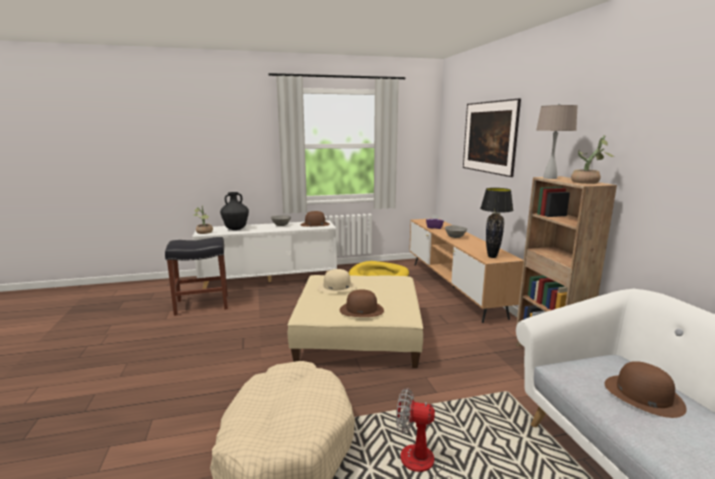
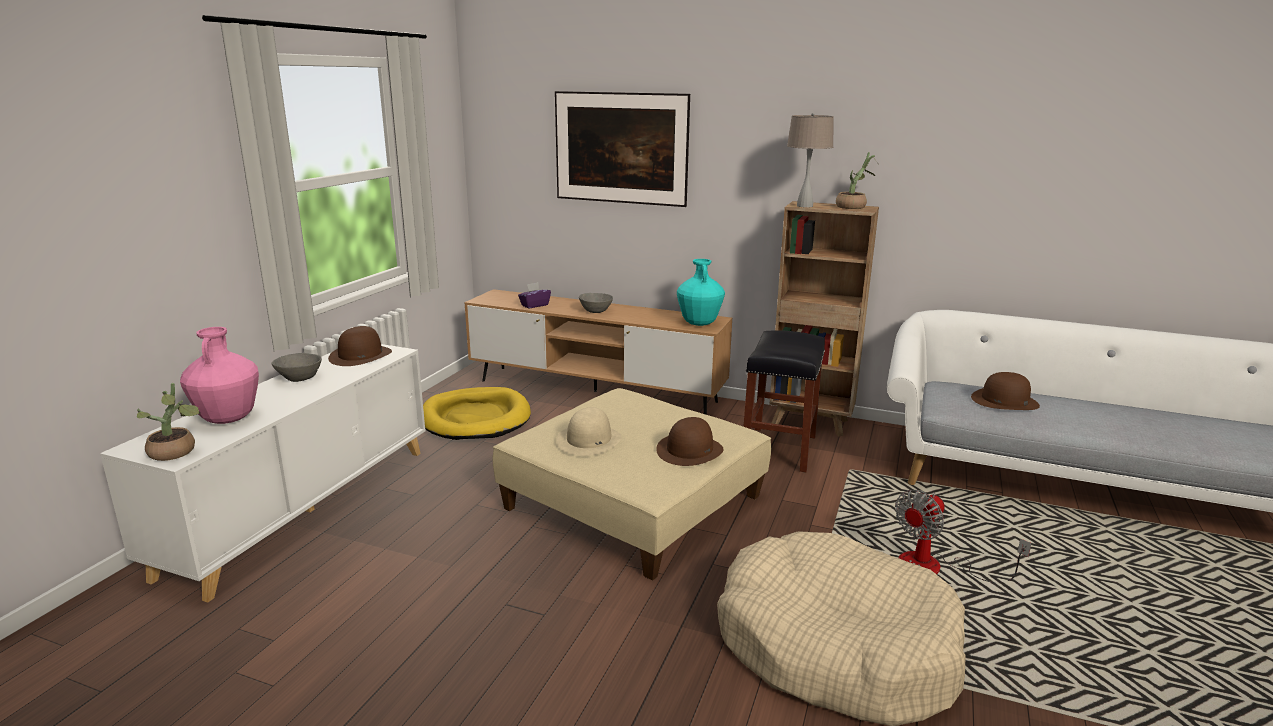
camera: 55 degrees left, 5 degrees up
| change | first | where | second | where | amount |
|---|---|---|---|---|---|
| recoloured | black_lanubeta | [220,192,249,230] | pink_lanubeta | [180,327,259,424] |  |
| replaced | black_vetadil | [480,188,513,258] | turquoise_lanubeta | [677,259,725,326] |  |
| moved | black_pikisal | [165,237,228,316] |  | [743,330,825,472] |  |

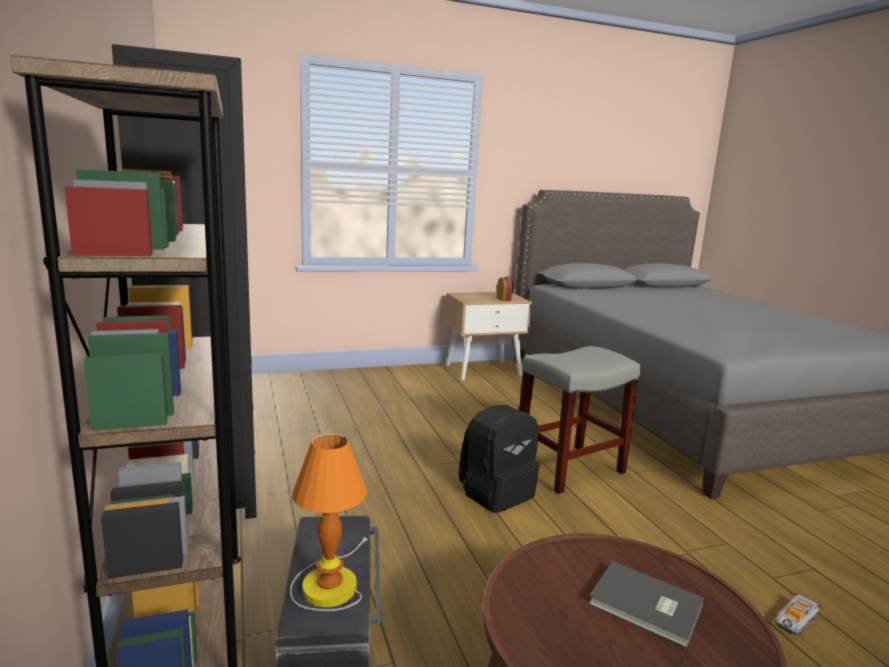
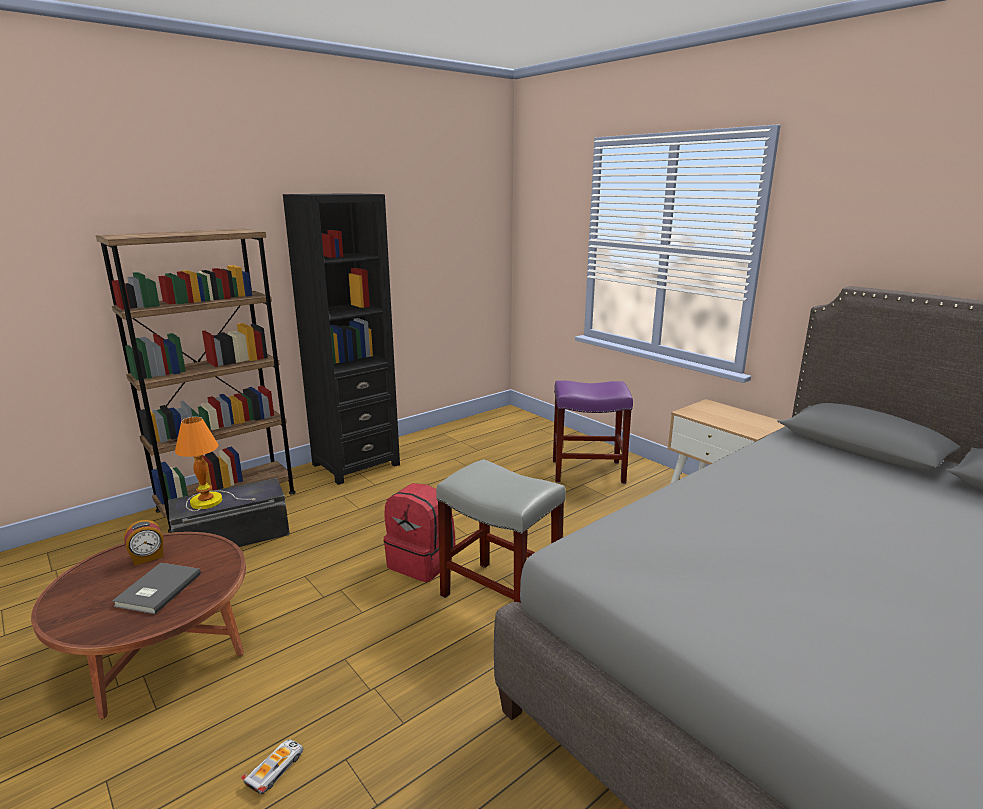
camera: 70 degrees right, 5 degrees up
| change | first | where | second | where | amount |
|---|---|---|---|---|---|
| moved | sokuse | [497,276,514,301] |  | [124,520,163,566] |  |
| turned | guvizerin | [775,592,824,636] |  | [241,739,303,794] | 90 degrees clockwise |
| recoloured | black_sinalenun | [459,405,540,513] | red_sinalenun | [384,483,455,582] |  |
| added |  |  | purple_pikisal | [553,381,633,484] |  |

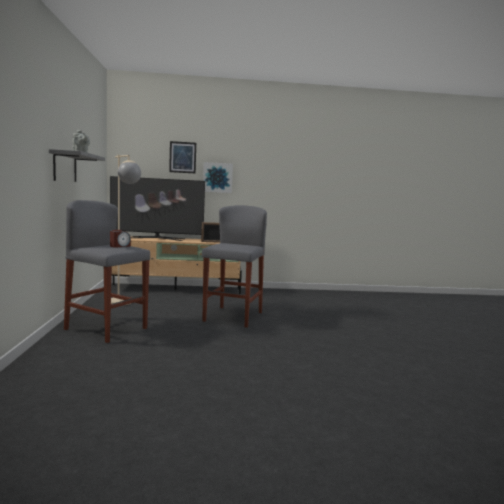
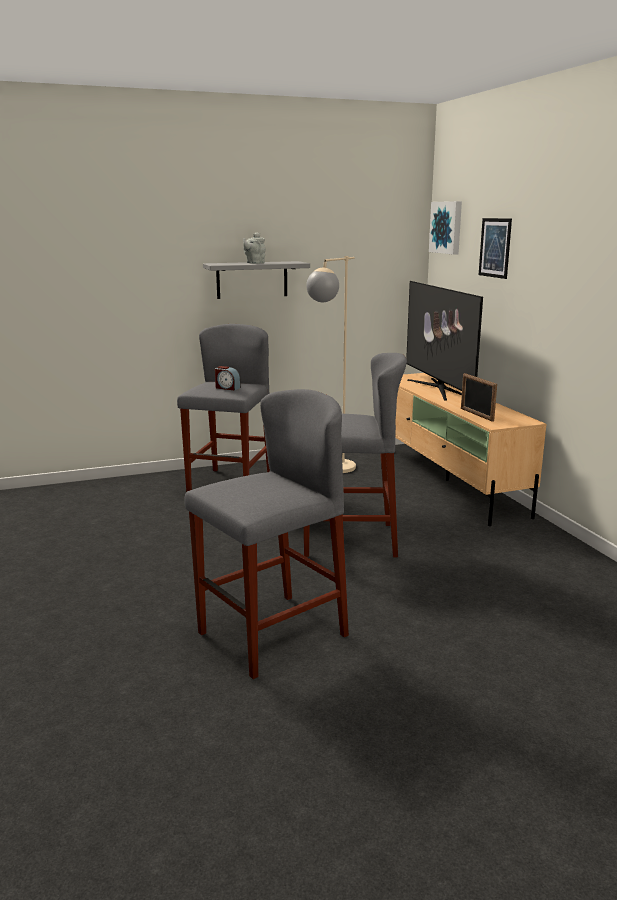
camera: 75 degrees right, 10 degrees up
| change | first | where | second | where | amount |
|---|---|---|---|---|---|
| added |  |  | grey_pikisal | [185,389,349,679] |  |
| moved | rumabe | [203,162,233,193] |  | [429,201,462,255] |  |

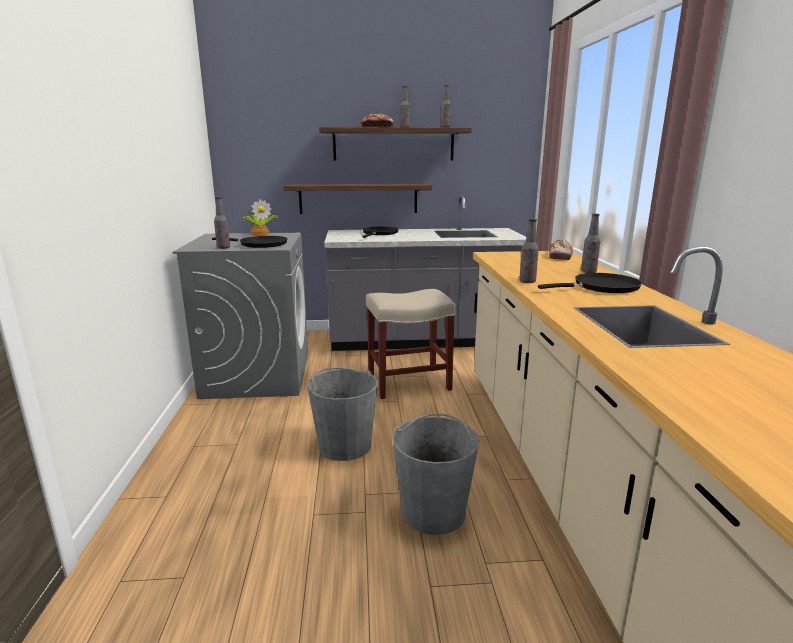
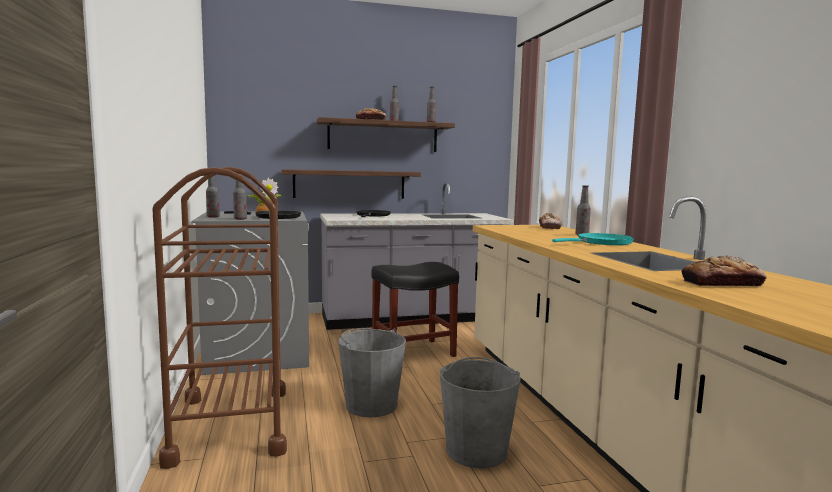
camera: 10 degrees left, 10 degrees down
| change | first | where | second | where | amount |
|---|---|---|---|---|---|
| added |  |  | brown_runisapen | [152,167,287,469] |  |
| moved | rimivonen | [519,219,539,283] |  | [206,176,220,217] |  |
| recoloured | beige_pikisal | [366,289,456,399] | black_pikisal | [371,262,459,357] |  |
| recoloured | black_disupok | [538,273,642,293] | turquoise_disupok | [552,233,634,245] |  |
| added |  |  | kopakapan | [681,255,767,286] |  |

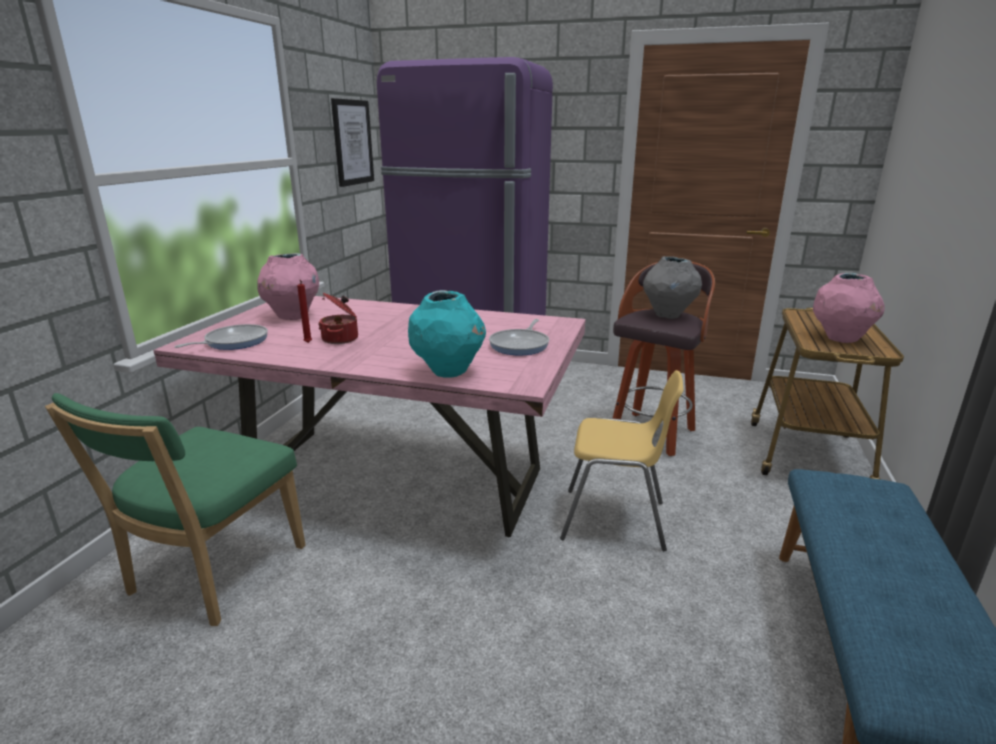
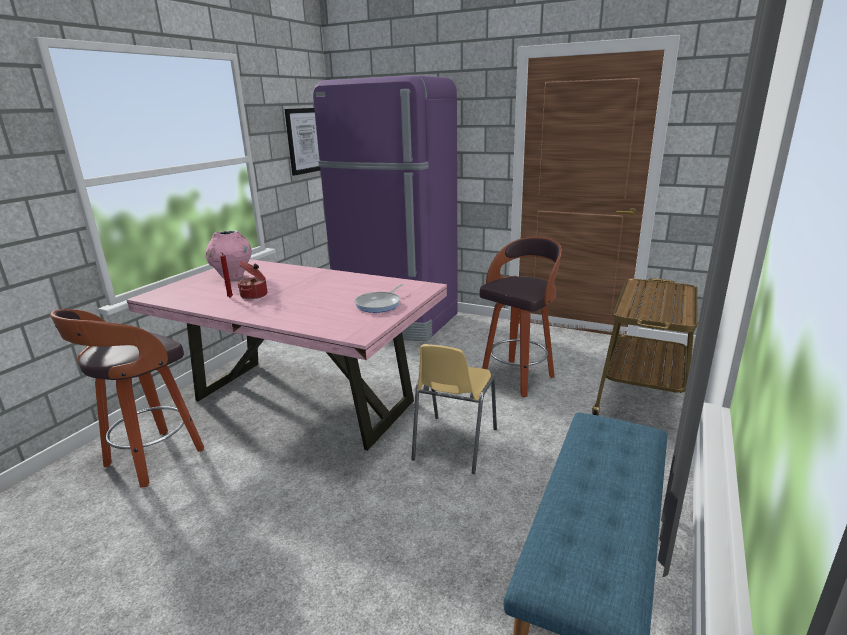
camera: 10 degrees right, 0 degrees up
| change | first | where | second | where | amount |
|---|---|---|---|---|---|
| replaced | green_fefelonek | [45,393,306,626] | pikisal | [50,309,204,488] |  |
| turned | yellow_fefelonek | [560,370,683,551] |  | [411,344,497,474] | 90 degrees clockwise |
| removed | disupok | [174,324,268,350] |  |  |  |
| removed | turquoise_lanubeta | [408,290,486,378] |  |  |  |
| removed | grey_lanubeta | [643,256,702,319] |  |  |  |
| removed | pink_lanubeta | [813,273,884,343] |  |  |  |

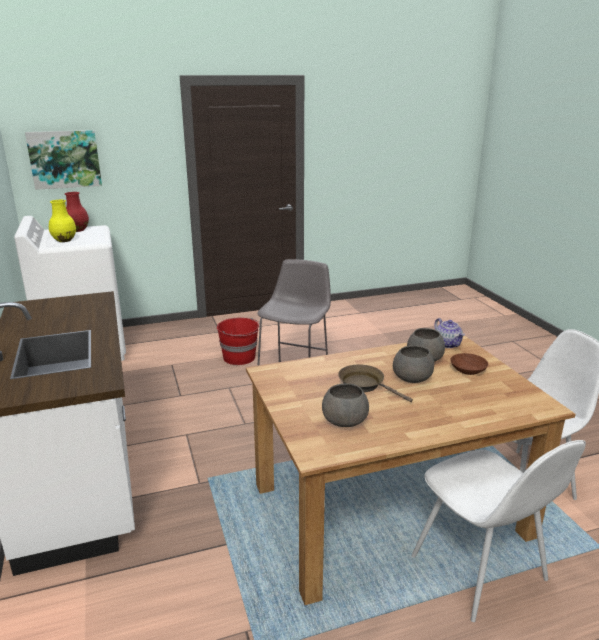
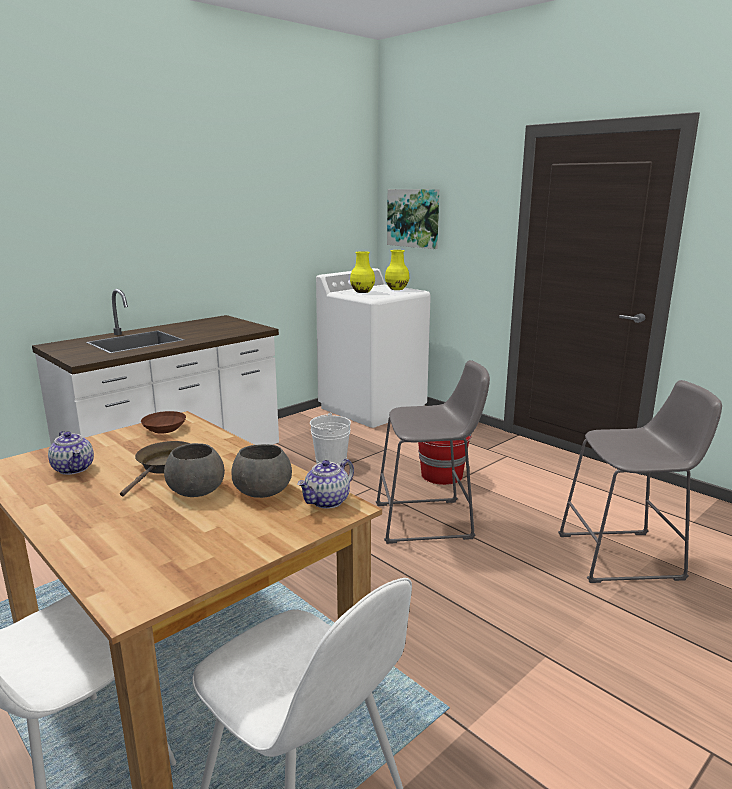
camera: 65 degrees right, 5 degrees down
| change | first | where | second | where | amount |
|---|---|---|---|---|---|
| replaced | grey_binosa | [322,383,369,427] | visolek | [48,431,94,475] |  |
| moved | brown_binosa | [450,353,488,375] |  | [141,411,186,433] |  |
| added |  |  | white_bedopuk | [310,412,351,465] |  |
| recoloured | red_lanubeta | [65,192,89,232] | yellow_lanubeta | [385,250,409,290] |  |
| added |  |  | grey_pikisal | [558,380,722,583] |  |

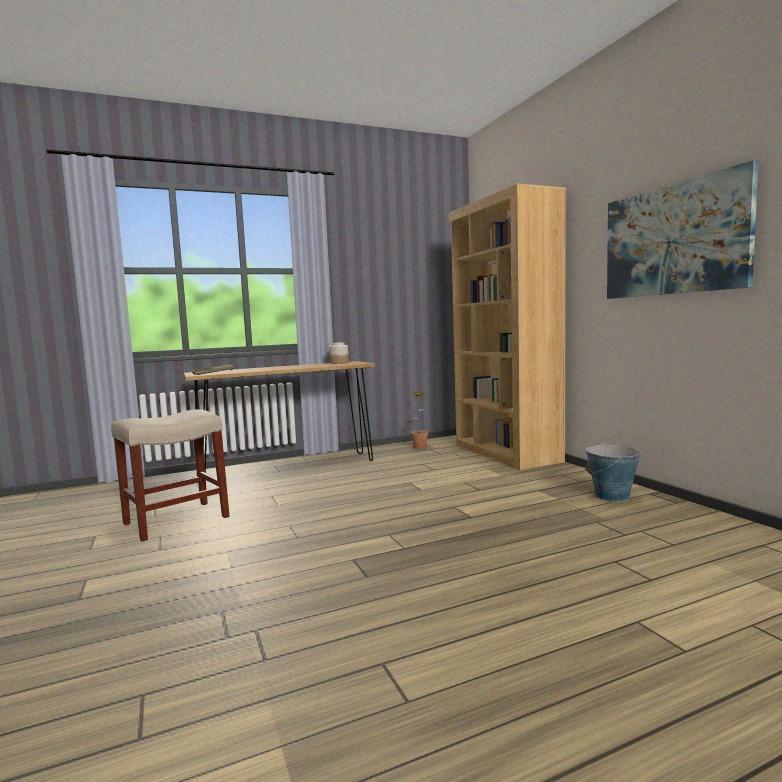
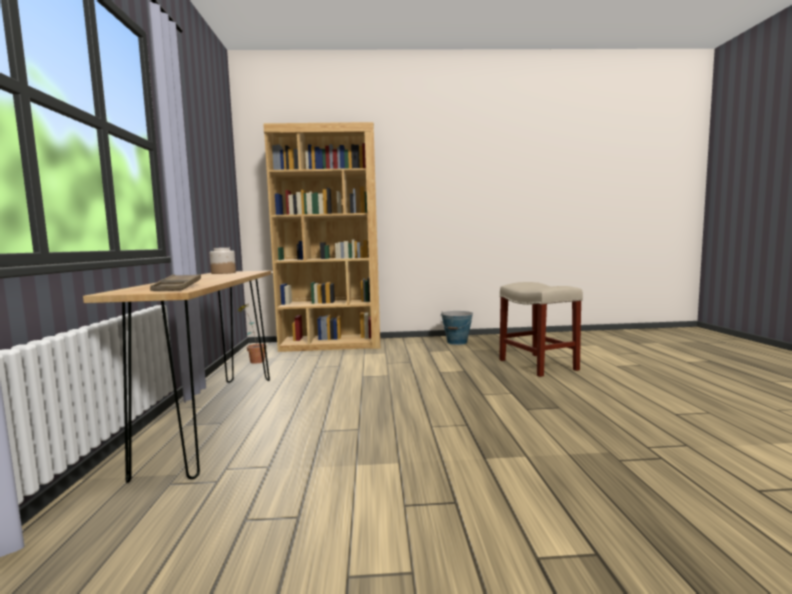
camera: 70 degrees left, 0 degrees up
| change | first | where | second | where | amount |
|---|---|---|---|---|---|
| moved | beige_pikisal | [111,409,229,542] |  | [499,282,583,377] |  |
| removed | rumabe | [607,160,758,299] |  |  |  |

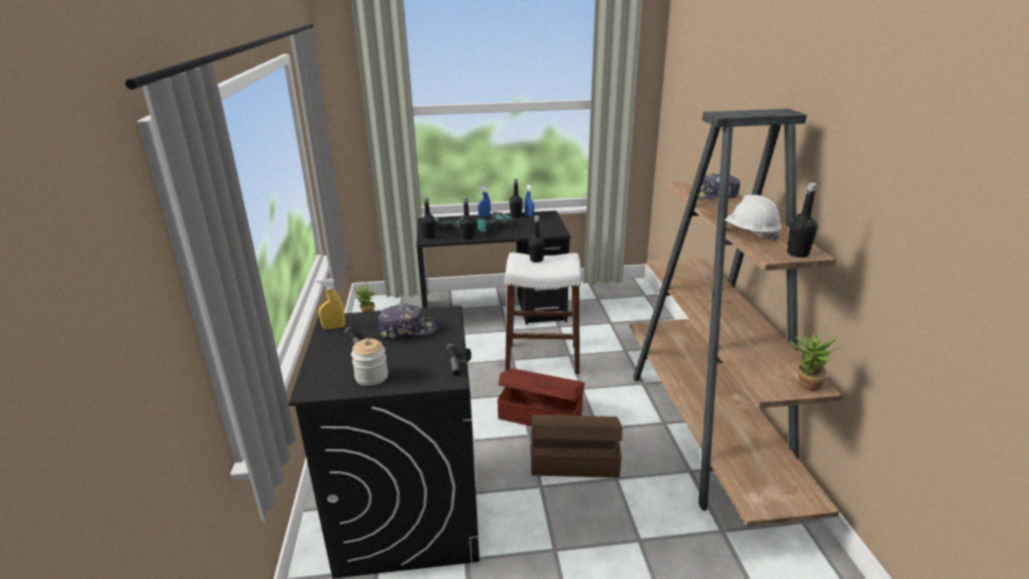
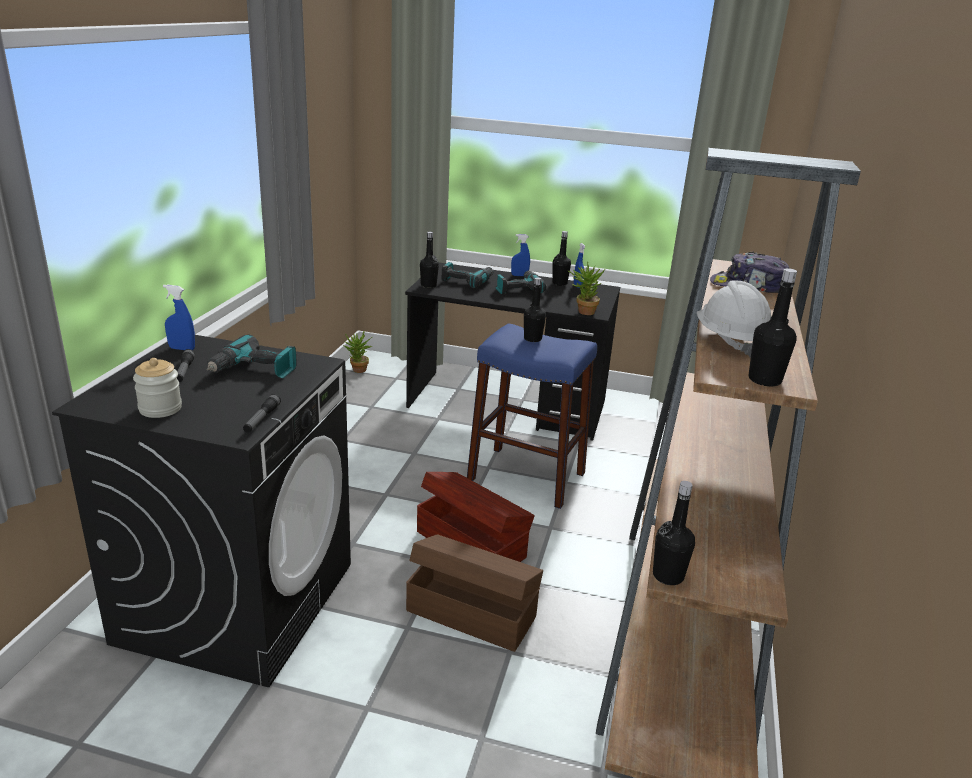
camera: 20 degrees right, 0 degrees up
| change | first | where | second | where | amount |
|---|---|---|---|---|---|
| recoloured | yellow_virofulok | [316,279,345,329] | blue_virofulok | [163,284,195,350] |  |
| replaced | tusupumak | [378,304,437,339] | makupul | [206,335,297,378] |  |
| recoloured | white_pikisal | [505,253,581,374] | blue_pikisal | [467,323,597,509] |  |
| moved | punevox | [790,327,841,391] |  | [568,261,605,315] |  |
| moved | black_rimivonen | [460,197,474,240] |  | [653,481,695,585] |  |

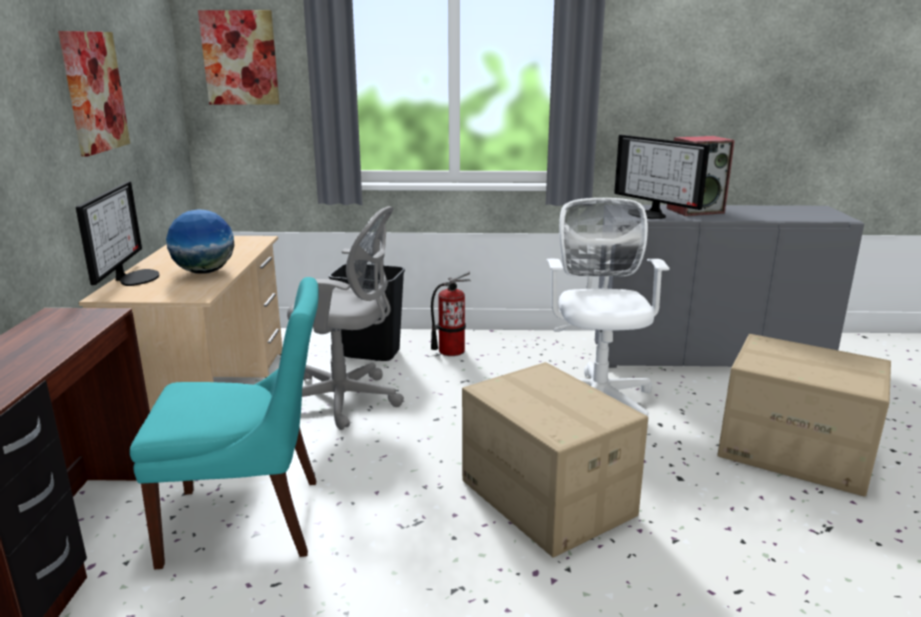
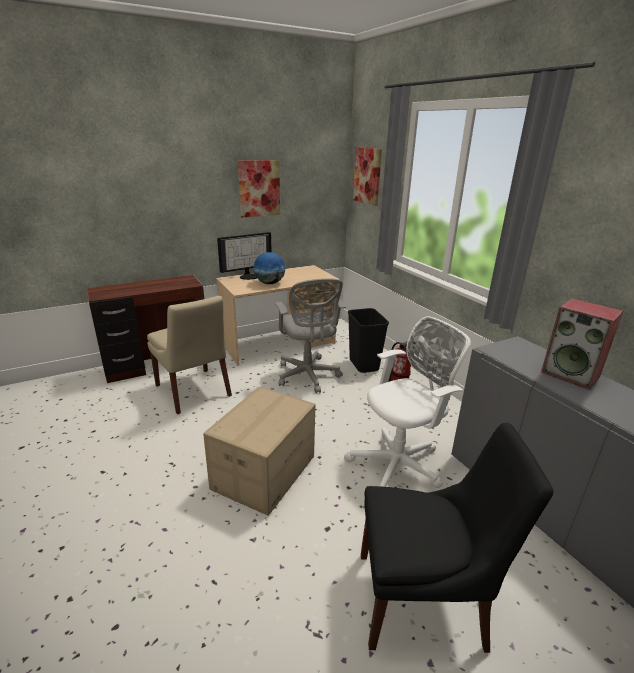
camera: 60 degrees right, 5 degrees up
| change | first | where | second | where | amount |
|---|---|---|---|---|---|
| recoloured | turquoise_fefelonek | [130,277,319,570] | beige_fefelonek | [147,296,232,414] |  |
| replaced | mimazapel | [717,334,891,497] | black_fefelonek | [361,423,554,653] |  |
| removed | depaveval | [614,135,710,219] |  |  |  |

